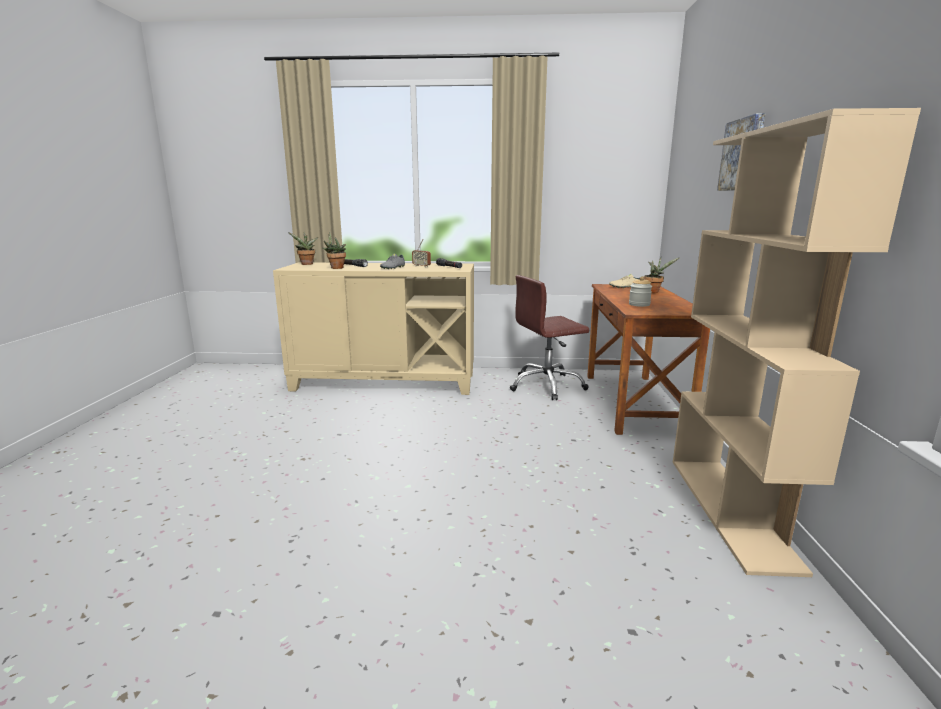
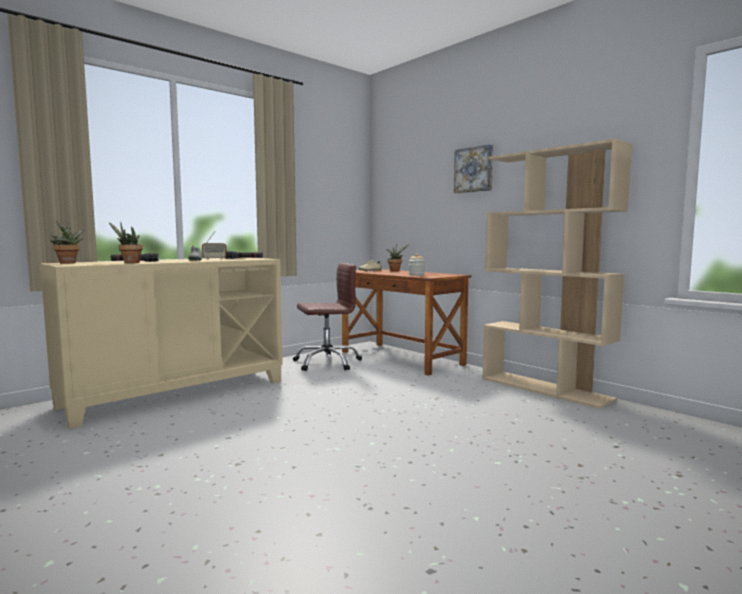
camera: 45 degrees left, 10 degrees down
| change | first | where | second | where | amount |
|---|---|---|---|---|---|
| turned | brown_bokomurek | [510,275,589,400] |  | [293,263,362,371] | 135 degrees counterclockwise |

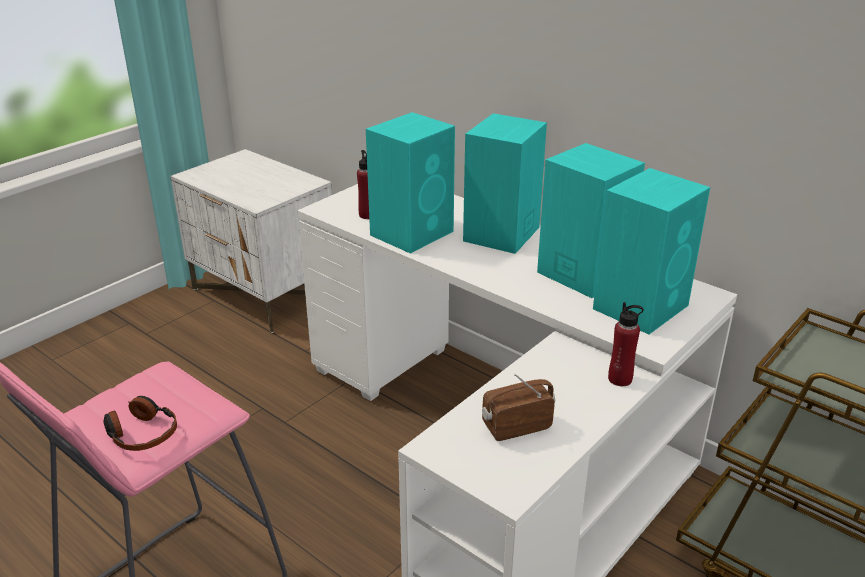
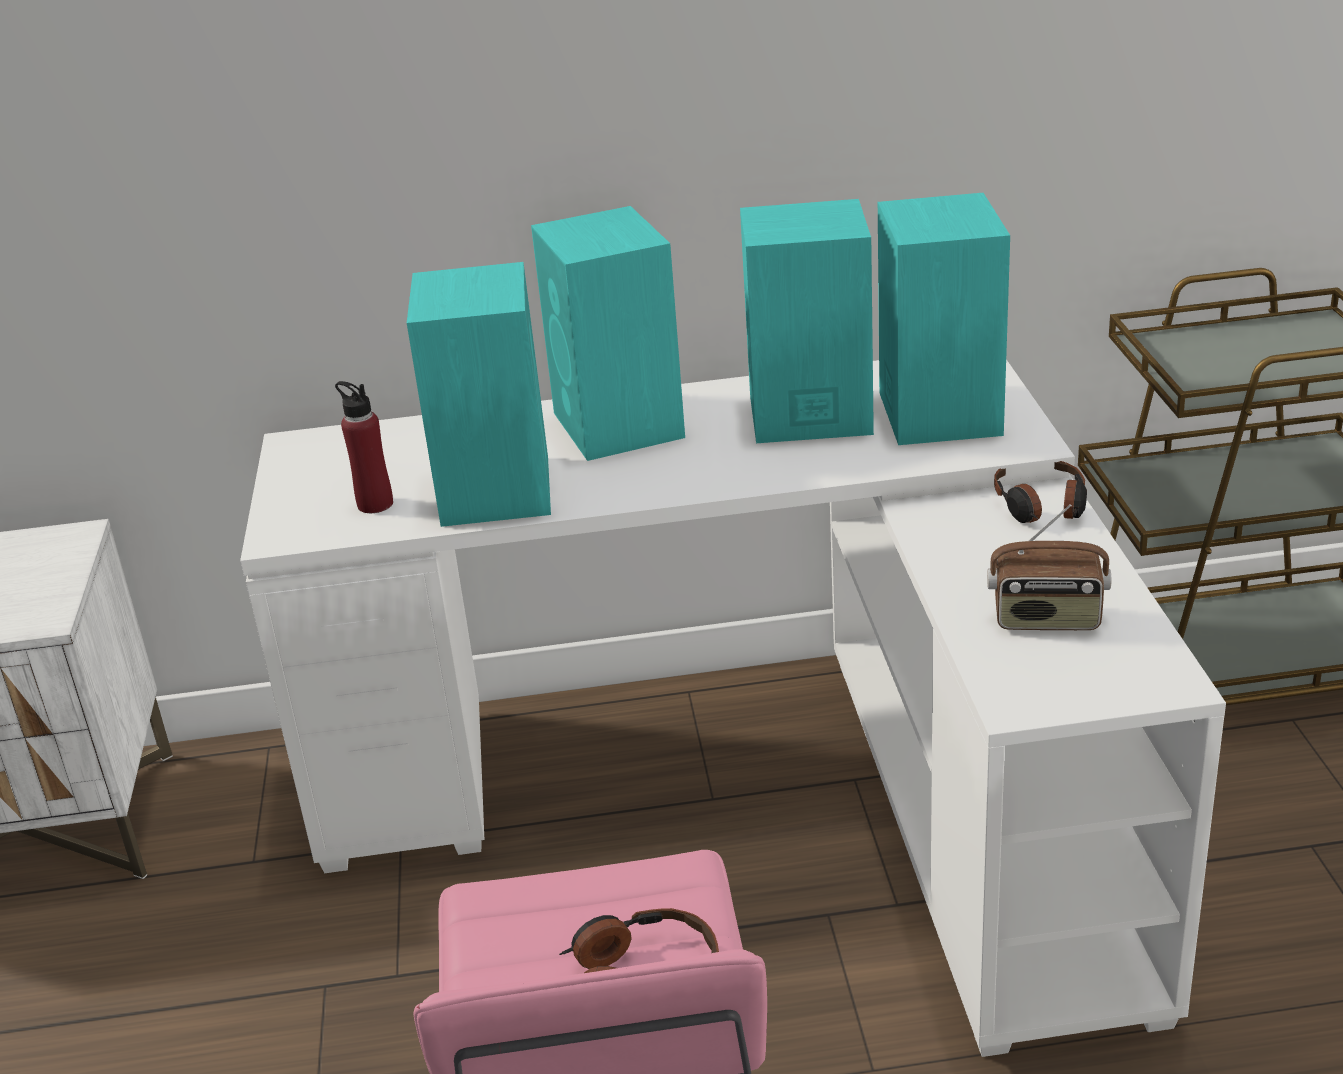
camera: 45 degrees left, 0 degrees up
| change | first | where | second | where | amount |
|---|---|---|---|---|---|
| turned | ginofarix | [482,374,555,441] |  | [987,504,1111,630] | 105 degrees counterclockwise |
| replaced | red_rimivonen | [608,302,644,386] | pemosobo | [994,461,1087,523] |  |

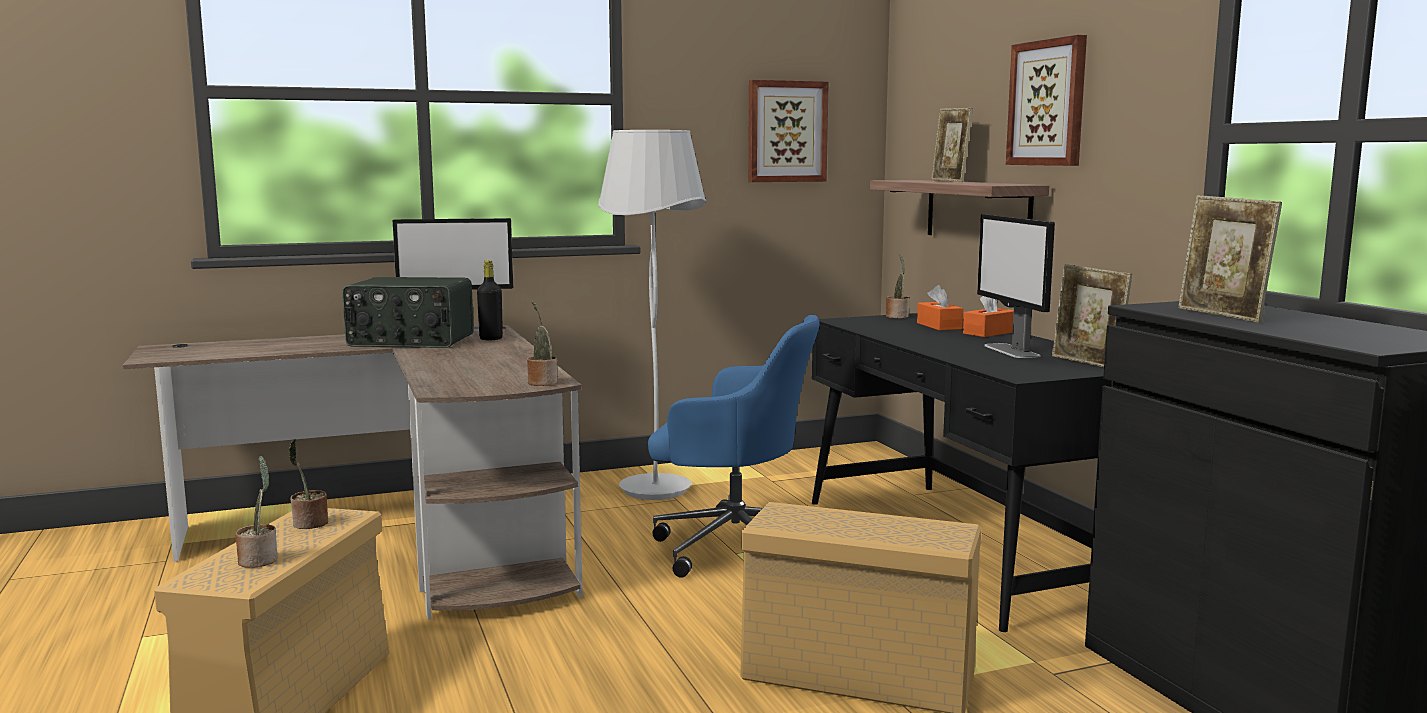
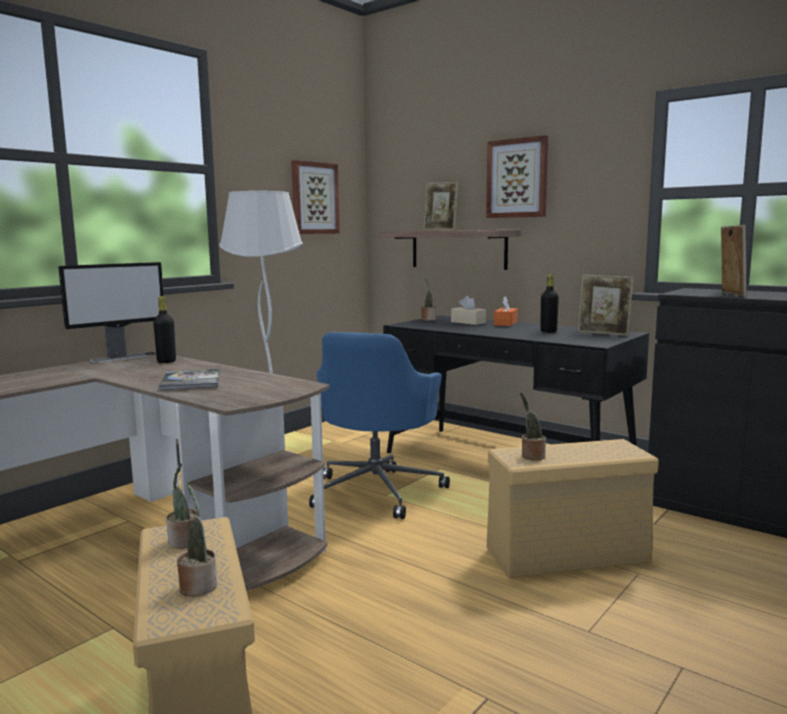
camera: 30 degrees left, 0 degrees up
| change | first | where | second | where | amount |
|---|---|---|---|---|---|
| added |  |  | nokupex | [158,369,220,390] |  |
| turned | blue_bokomurek | [648,315,820,578] |  | [309,332,450,519] | 120 degrees clockwise |
| recoloured | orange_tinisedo | [917,285,963,330] | beige_tinisedo | [451,296,486,325] |  |
| moved | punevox | [527,301,558,386] |  | [520,392,546,460] |  |
| replaced | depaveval | [977,214,1055,358] | black_rimivonen | [540,274,559,333] |  |
| turned | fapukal | [1178,195,1282,323] |  | [721,225,747,297] | 120 degrees counterclockwise |
| removed | ginofarix | [342,277,474,348] |  |  |  |

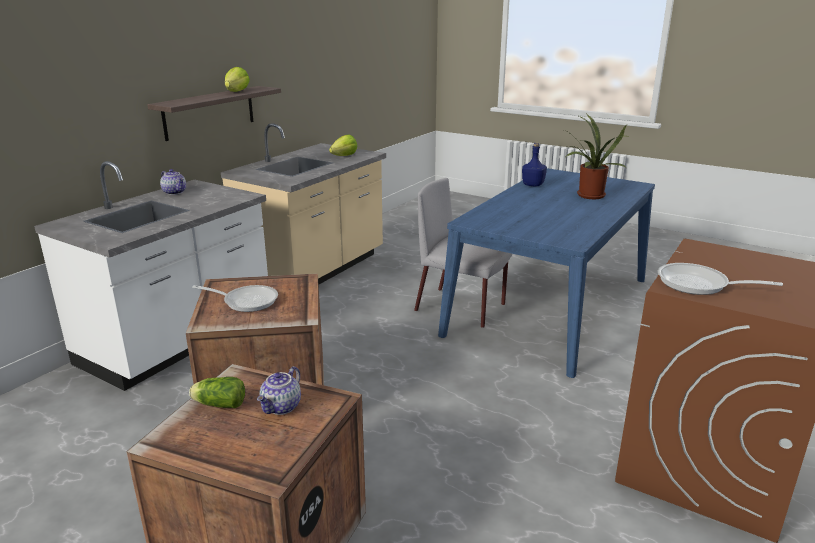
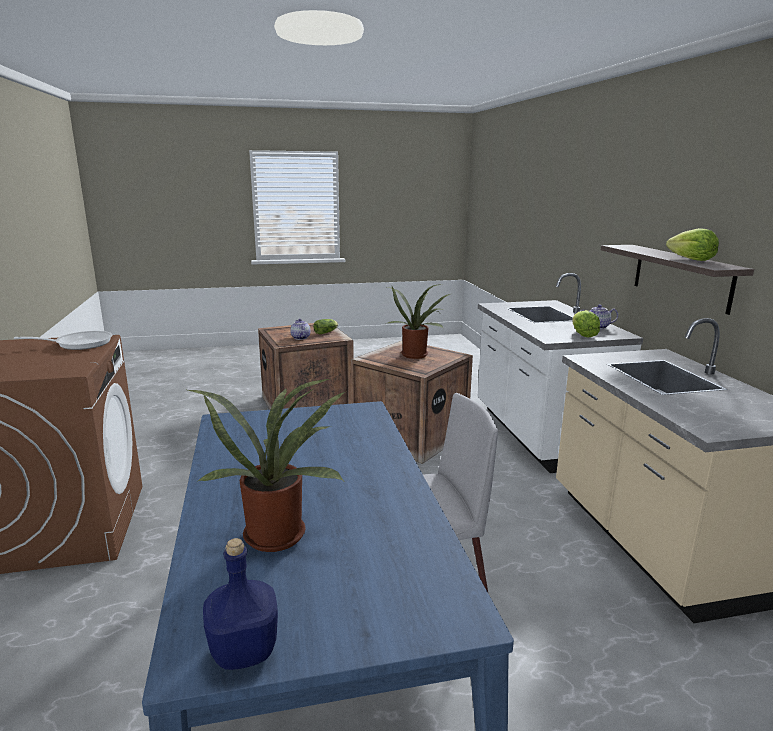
camera: 135 degrees right, 5 degrees down
| change | first | where | second | where | amount |
|---|---|---|---|---|---|
| moved | blue_rimivonen | [522,143,547,187] |  | [203,538,278,670] |  |
| replaced | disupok | [192,285,278,312] | punevox | [387,284,450,359] |  |
| moved | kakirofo | [329,134,357,156] |  | [572,310,600,337] |  |

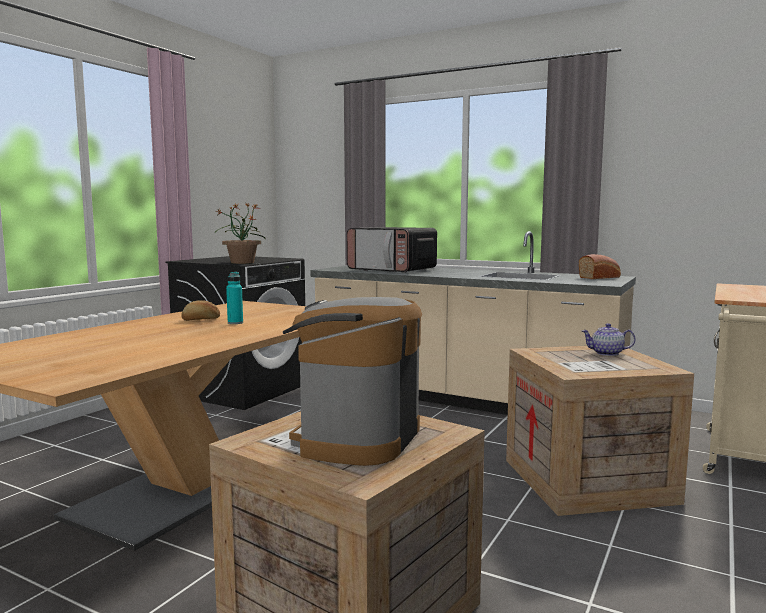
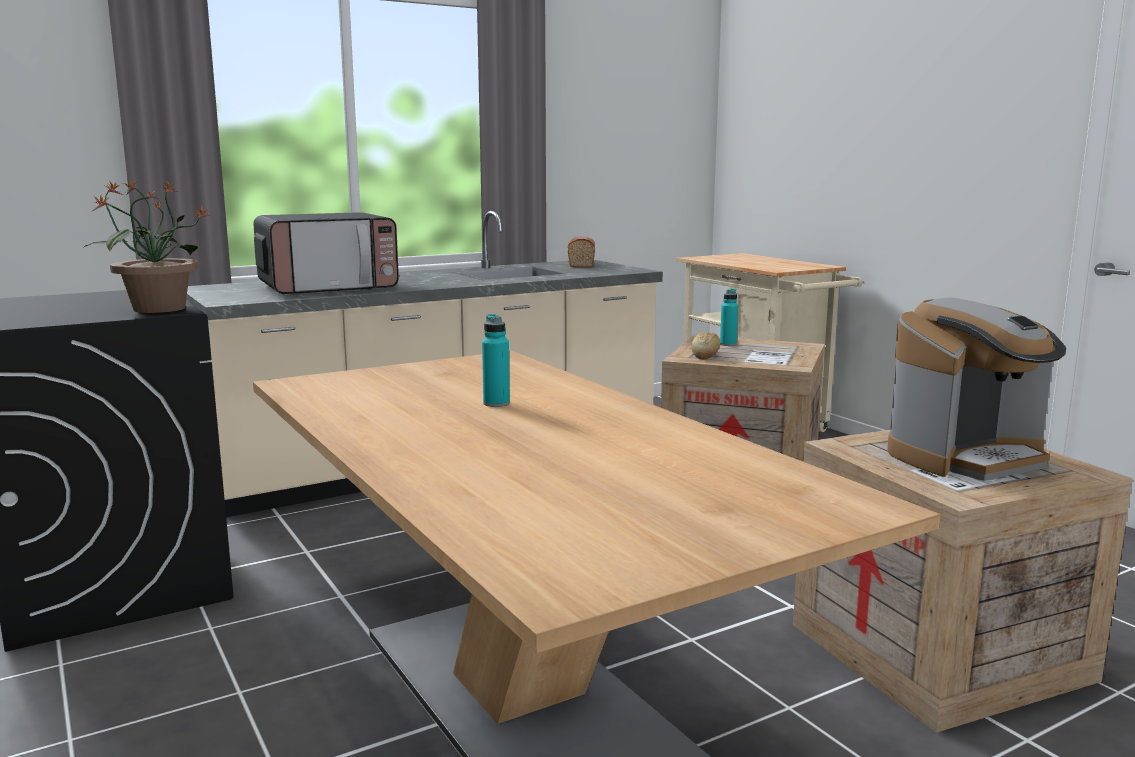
camera: 60 degrees left, 5 degrees up
| change | first | where | second | where | amount |
|---|---|---|---|---|---|
| moved | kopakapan | [181,300,220,321] |  | [691,332,721,359] |  |
| replaced | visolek | [582,323,635,356] | turquoise_rimivonen | [720,289,738,346] |  |
| turned | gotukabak | [283,297,422,466] |  | [887,298,1066,481] | 75 degrees counterclockwise |

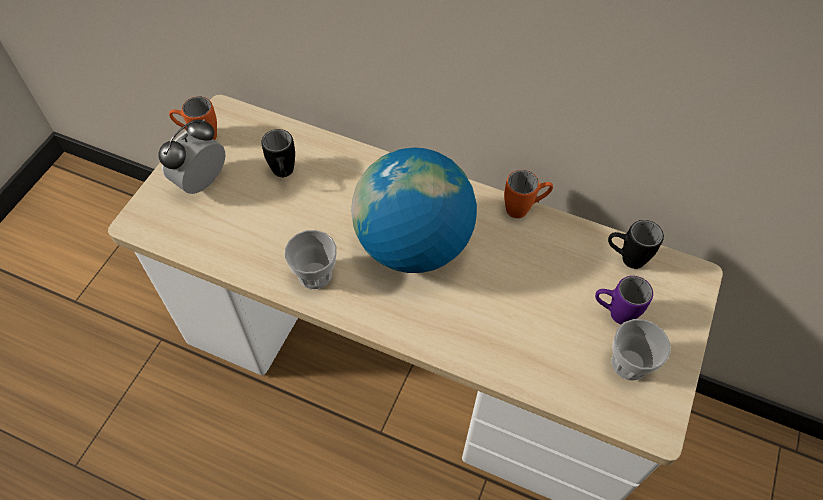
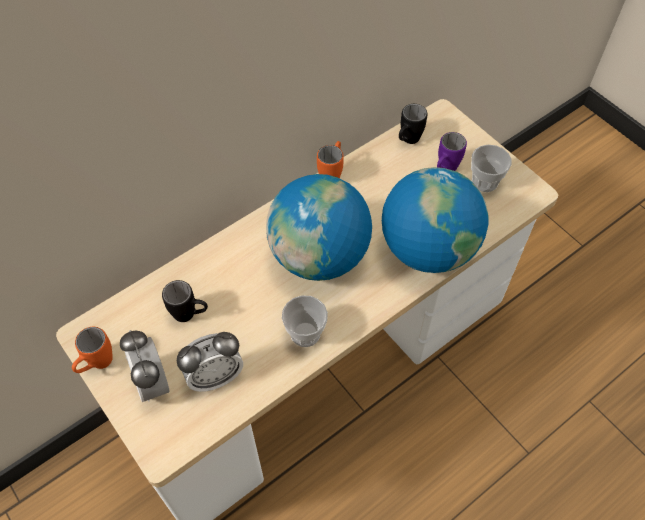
camera: 60 degrees left, 0 degrees up
| change | first | where | second | where | amount |
|---|---|---|---|---|---|
| added |  |  | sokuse | [177,332,243,392] |  |
| added |  |  | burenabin | [382,167,488,273] |  |

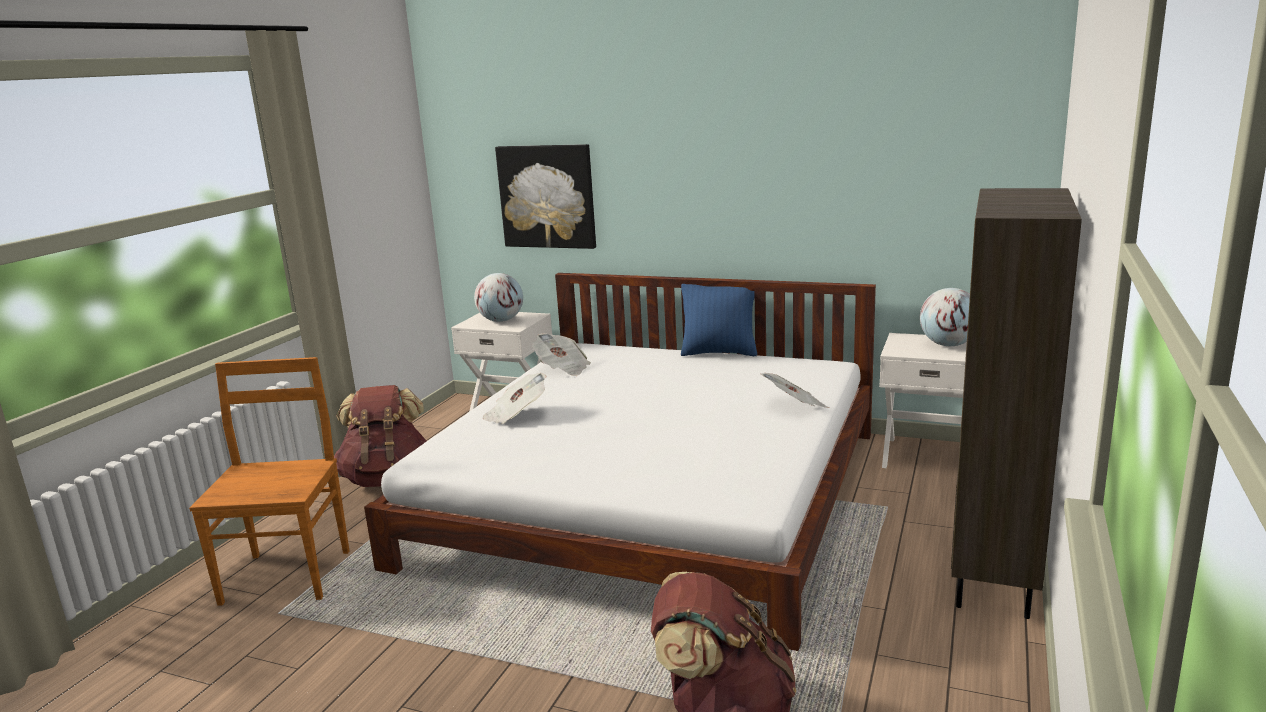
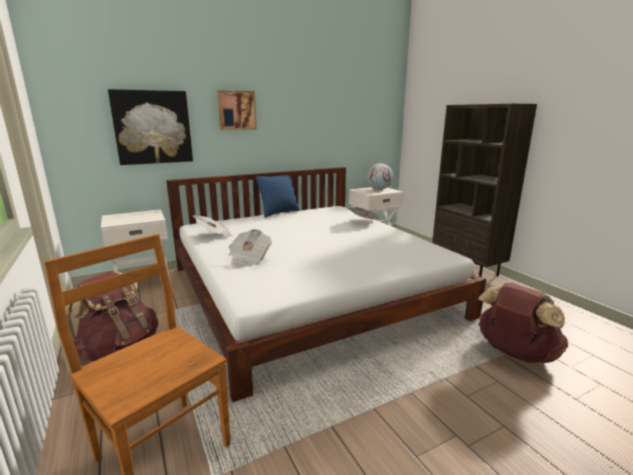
camera: 50 degrees left, 0 degrees up
| change | first | where | second | where | amount |
|---|---|---|---|---|---|
| added |  |  | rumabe | [217,90,257,130] |  |
| removed | burenabin | [474,273,523,322] |  |  |  |

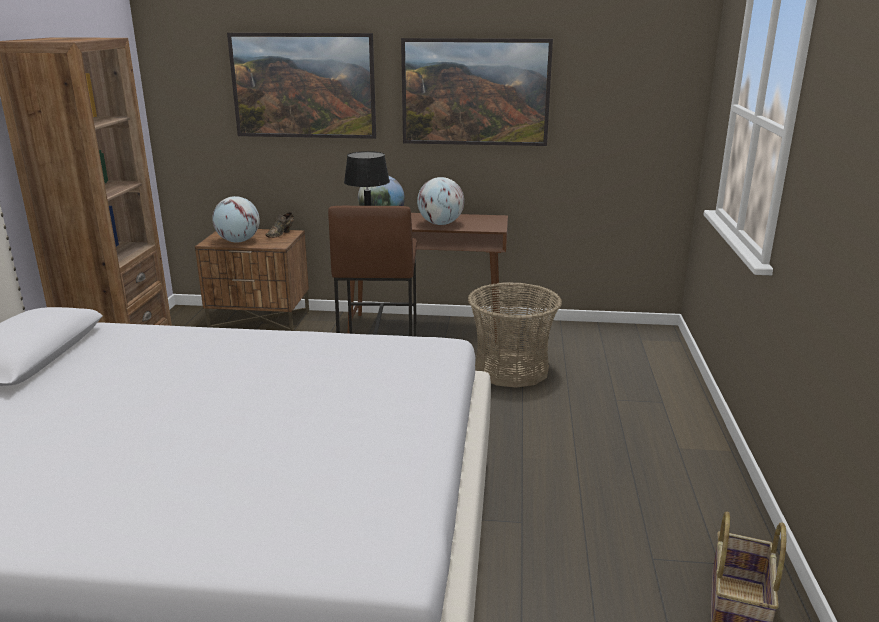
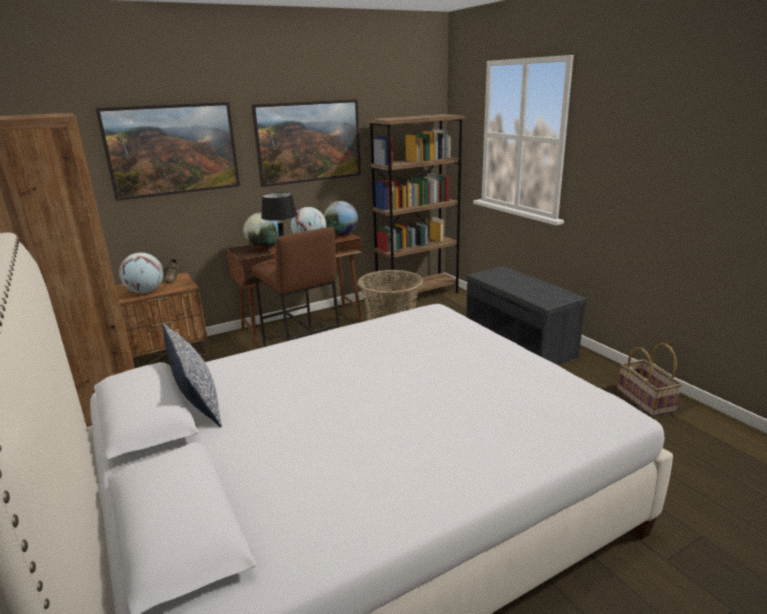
camera: 35 degrees left, 0 degrees up
| change | first | where | second | where | amount |
|---|---|---|---|---|---|
| added |  |  | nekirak | [162,323,222,427] |  |
| added |  |  | burenabin | [324,201,358,236] |  |
| added |  |  | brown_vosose | [367,114,465,297] |  |
| added |  |  | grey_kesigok | [466,266,586,365] |  |

